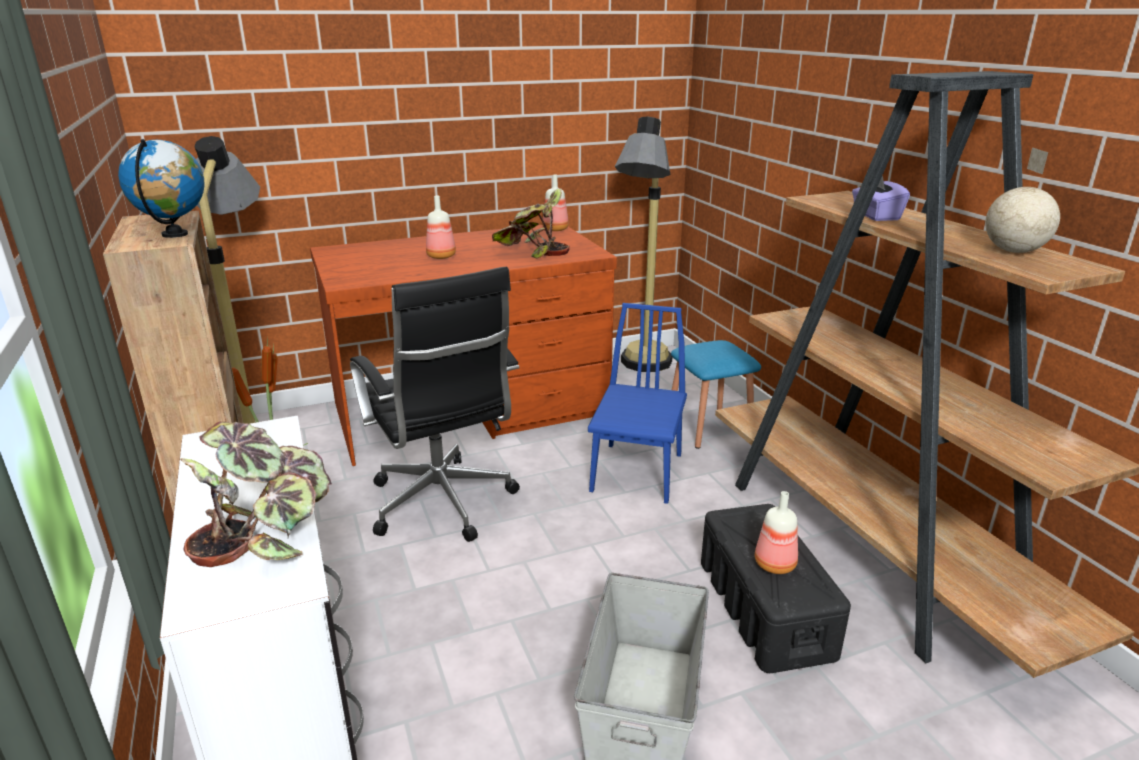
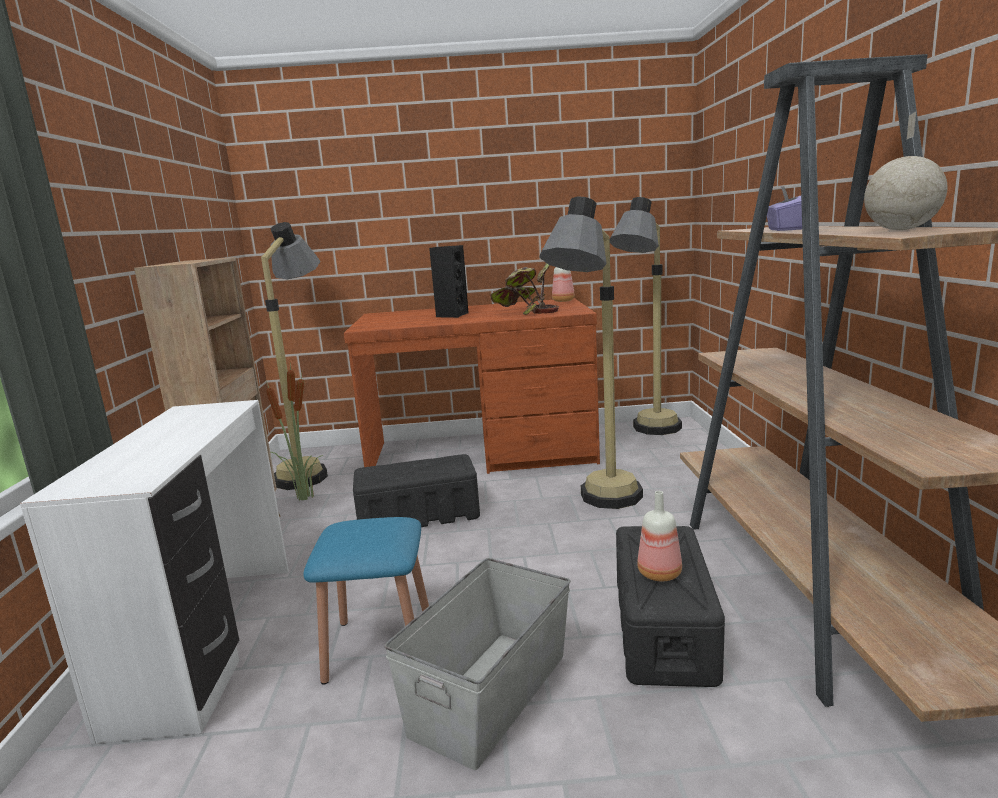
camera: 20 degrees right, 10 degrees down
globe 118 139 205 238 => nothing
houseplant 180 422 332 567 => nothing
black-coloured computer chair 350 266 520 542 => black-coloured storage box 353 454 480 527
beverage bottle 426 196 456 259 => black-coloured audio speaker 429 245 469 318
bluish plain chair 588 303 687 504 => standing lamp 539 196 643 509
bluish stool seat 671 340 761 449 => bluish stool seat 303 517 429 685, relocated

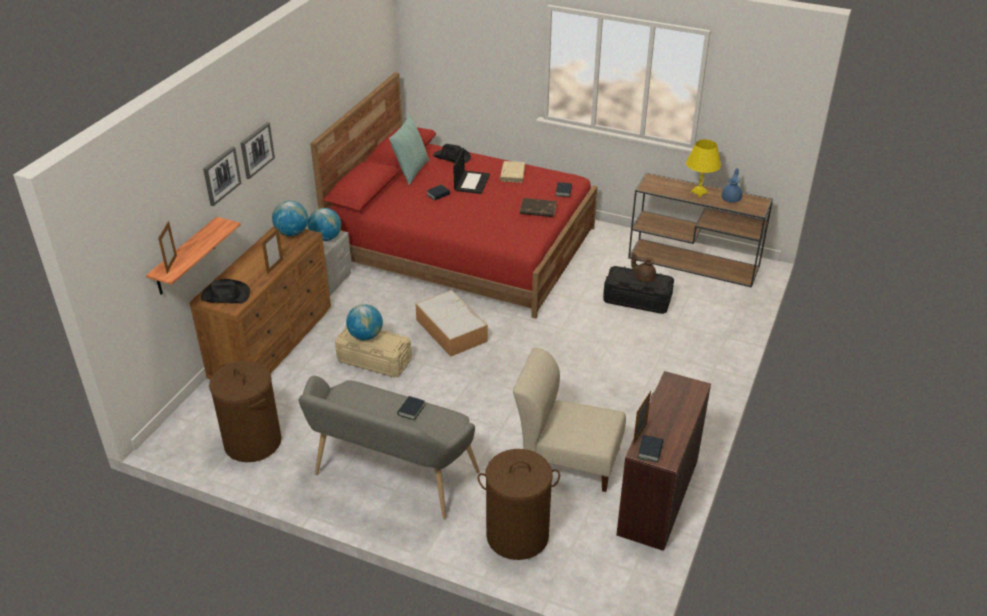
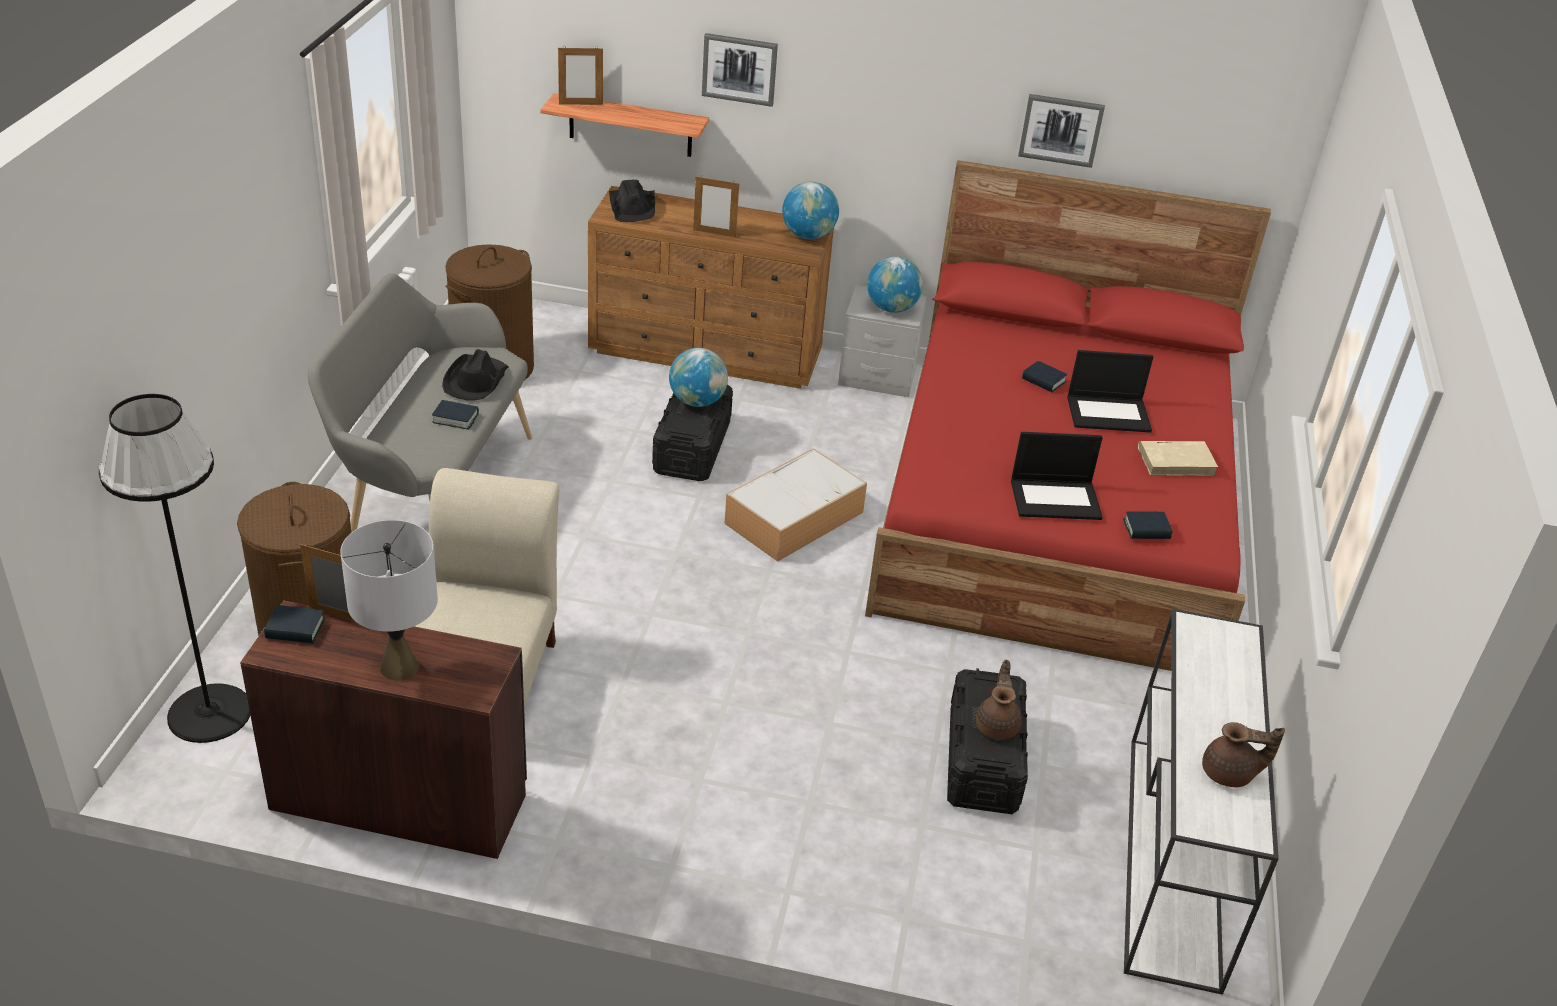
camera: 75 degrees right, 0 degrees up
picture 240 122 275 179 => picture 1018 94 1105 168, relocated
beige-coloured storage box 335 326 412 378 => black-coloured storage box 652 385 733 481
cushion 389 114 429 185 => nothing
black-coloured wearable hat 433 144 471 163 => black-coloured wearable hat 442 349 509 401, relocated
brown-coloured book 520 198 557 217 => portable computer 1011 432 1103 520
brown-coloured hall table 628 172 773 288 => white hall table 1124 609 1279 995
yellow lamp for a table 686 139 721 197 => nothing
bluish pot for tea 722 168 742 203 => brown-coloured pot for tea 1202 722 1285 787
nothing => black-coloured standing lamp 99 394 250 743
nothing => gray lamp for a table 340 520 438 681

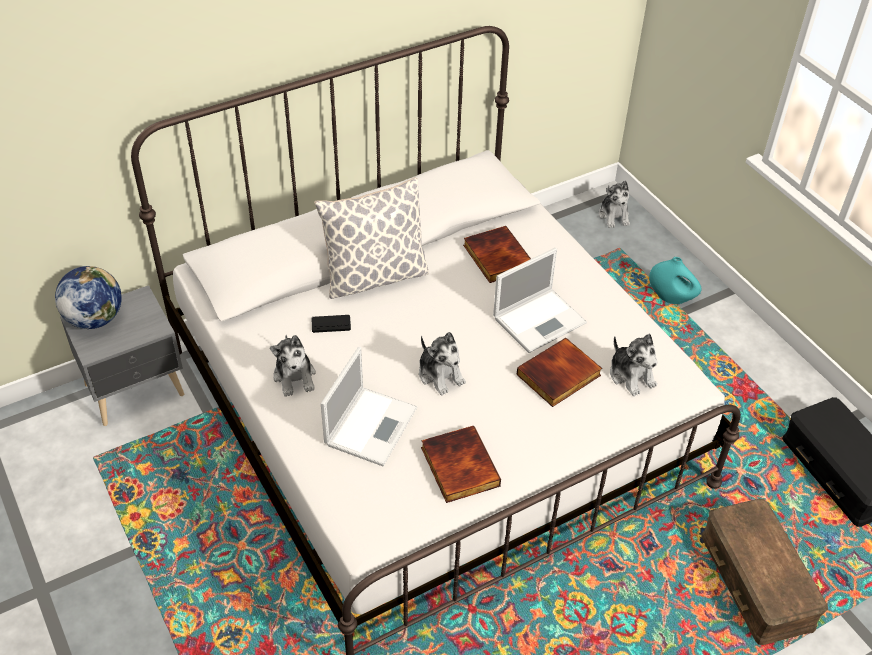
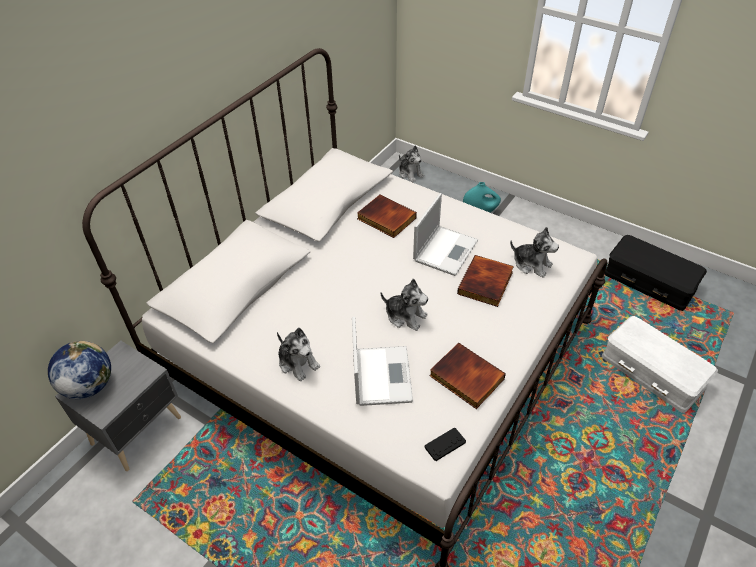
camera: 25 degrees left, 0 degrees up
black-coloured game controller 312 315 351 333 => black-coloured game controller 425 428 466 461, relocated
cushion 314 177 429 299 => nothing
brown-coloured storage box 701 499 828 645 => white storage box 602 316 718 413

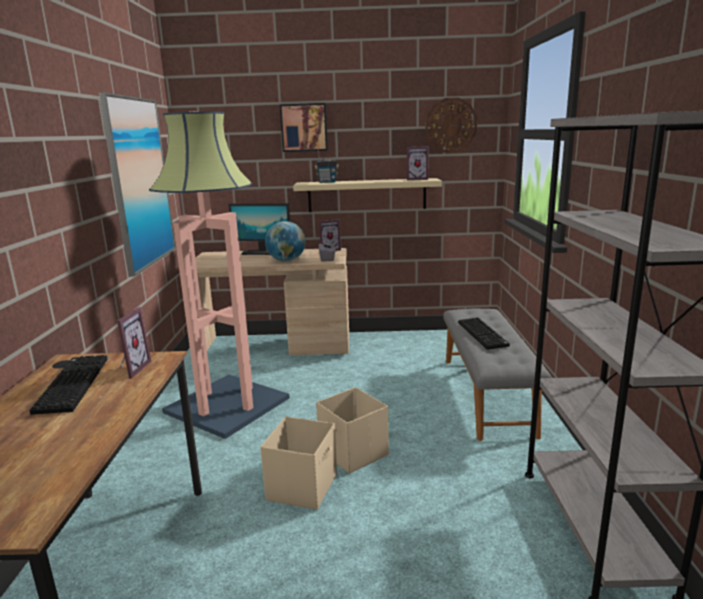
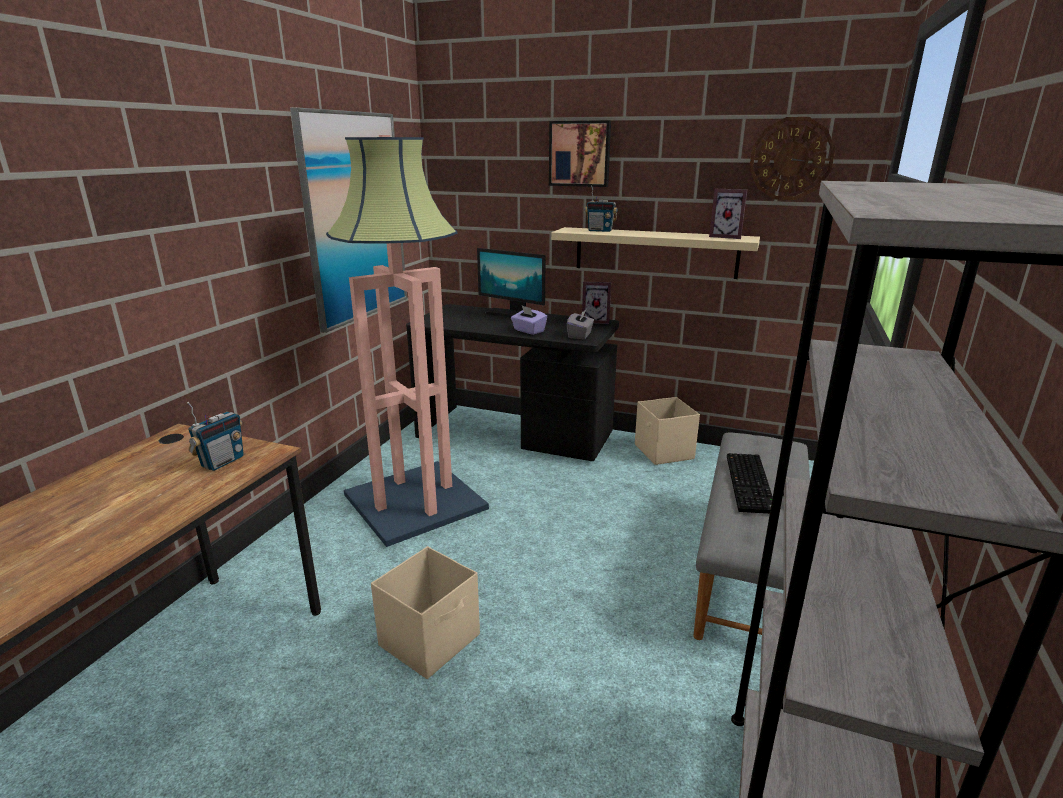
camera: 20 degrees right, 5 degrees up
PC keyboard 30 355 108 415 => nothing
standing frame 117 307 151 378 => radio receiver 187 402 244 471
beige-coloured desk table 195 248 349 355 => black-coloured desk table 406 304 619 461
globe 265 221 305 262 => purple-coloured tissue box 511 306 547 335
beige-coloured storage box 316 387 389 474 => beige-coloured storage box 635 397 700 465, relocated

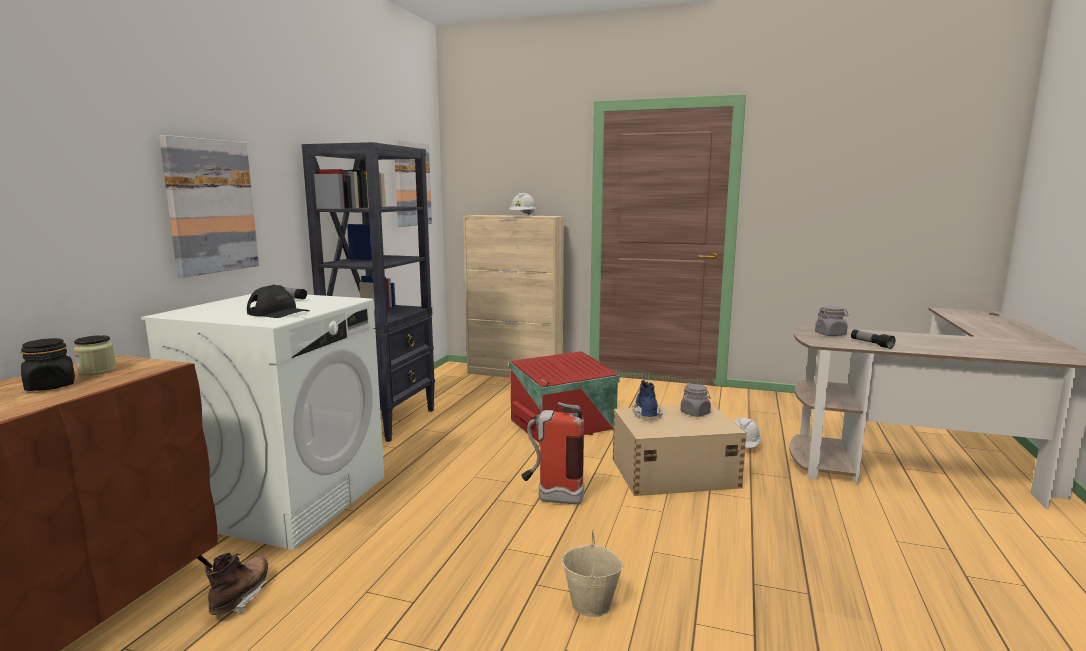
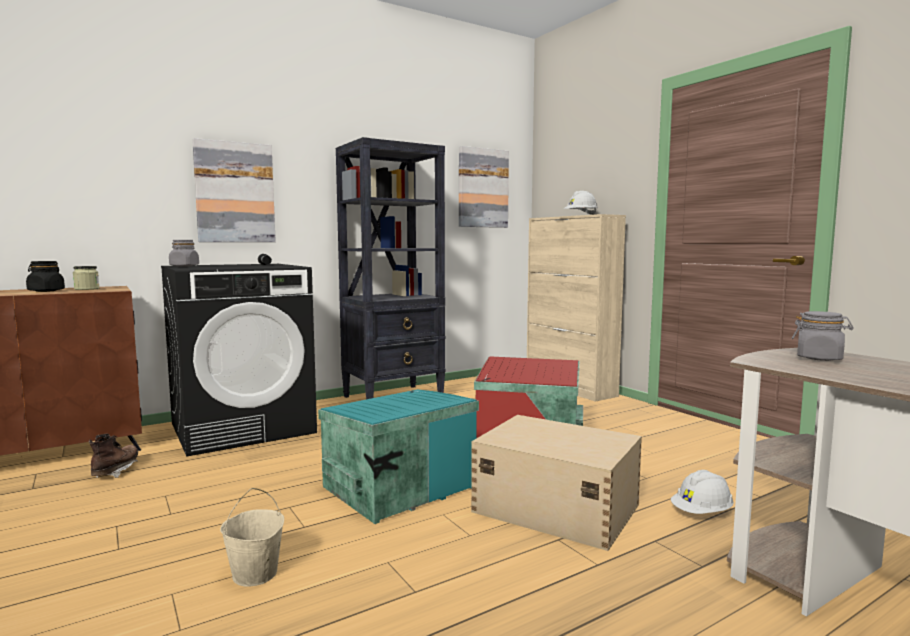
camera: 40 degrees right, 5 degrees down
white laundry machine 141 294 384 550 => black-coloured laundry machine 161 264 317 457
brown-coloured high-top boot 204 553 268 615 => brown-coloured high-top boot 89 434 138 478, 45 degrees counterclockwise
black-coloured baseball cap 247 286 310 318 => nothing
extinguisher 521 402 584 505 => turquoise-coloured storage box 318 389 479 524
bluish high-top boot 632 380 662 419 => nothing
gray storage jar 681 384 711 417 => gray storage jar 169 240 199 267, relocated
flashlight 851 329 896 349 => nothing

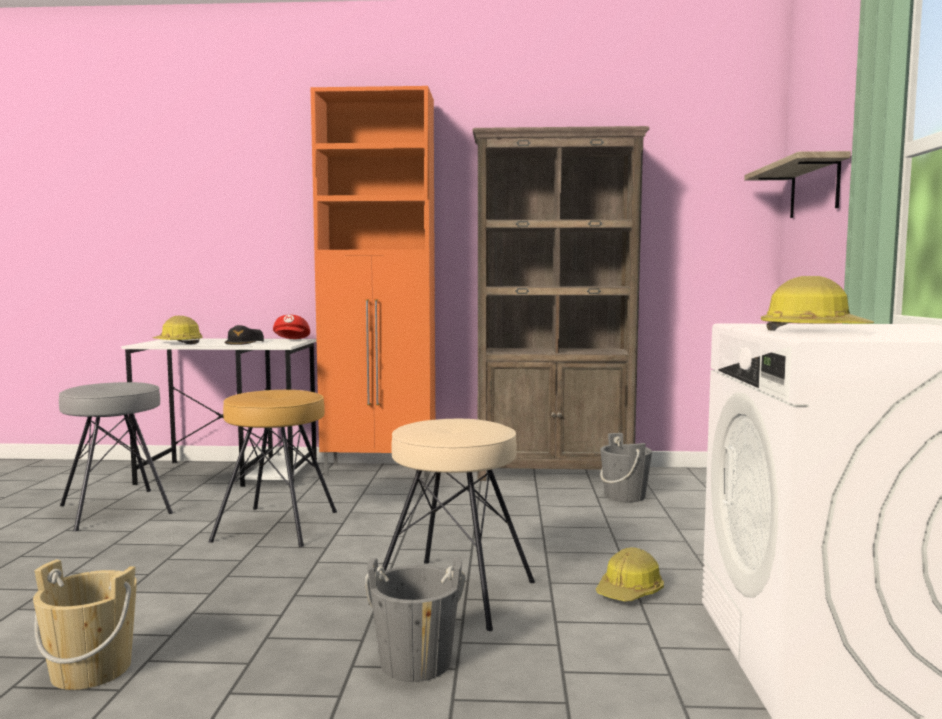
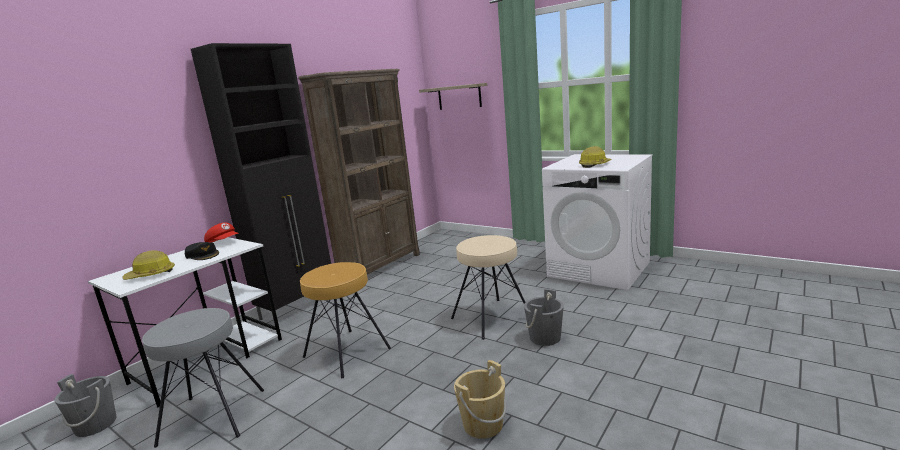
camera: 55 degrees left, 10 degrees up
orange-coloured cabinet 310 86 435 478 => black-coloured cabinet 191 43 331 320
safety helmet 596 547 664 602 => nothing
gray water bucket 600 433 652 502 => gray water bucket 54 374 116 437, relocated

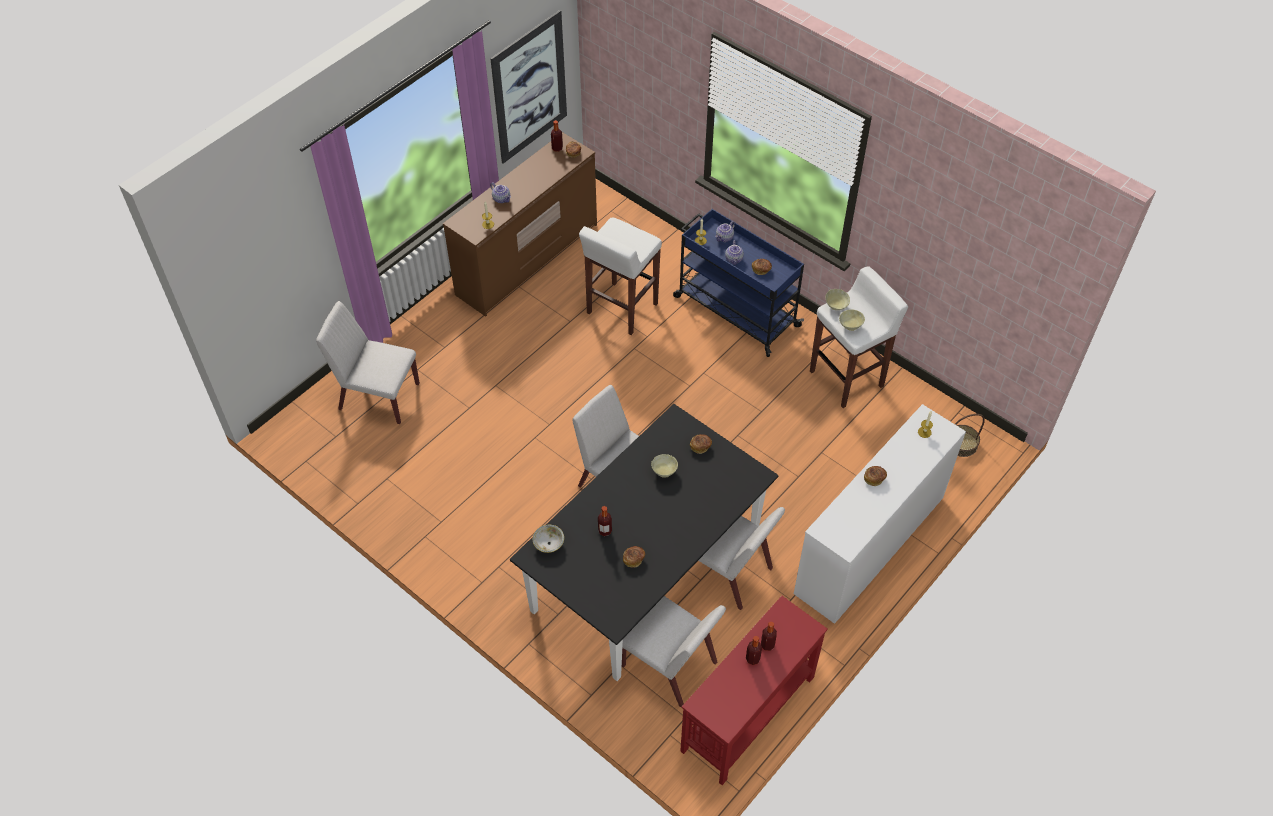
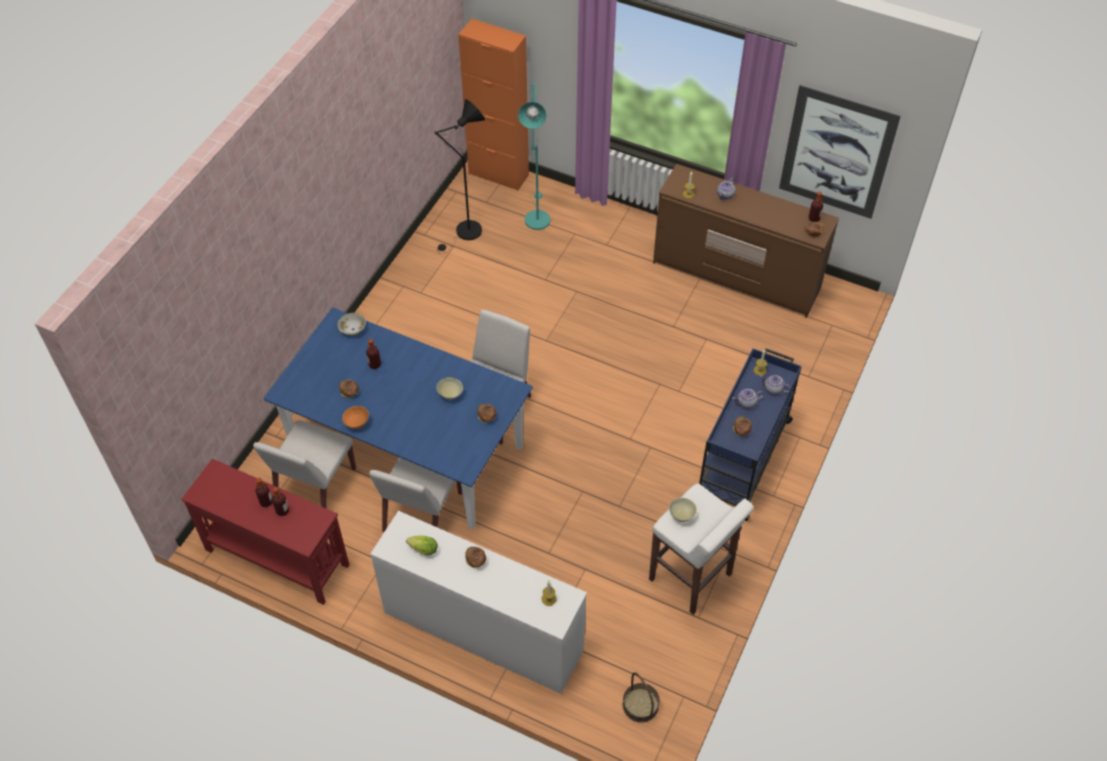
camera: 75 degrees right, 0 degrees up
white plain chair 316 301 420 424 => turquoise-coloured standing lamp 518 84 551 230
black-coloured dinner table 510 404 778 681 => bluish dinner table 264 308 533 530
white stool seat 579 217 662 335 => nothing
beige-coloured serving bowl 825 289 850 310 => nothing
nothing => orange-coloured serving bowl 342 406 369 429
nothing => head of lettuce 406 536 438 555
nothing => black-coloured standing lamp 434 99 485 254
nothing => orange-coloured cabinet 458 18 529 191

